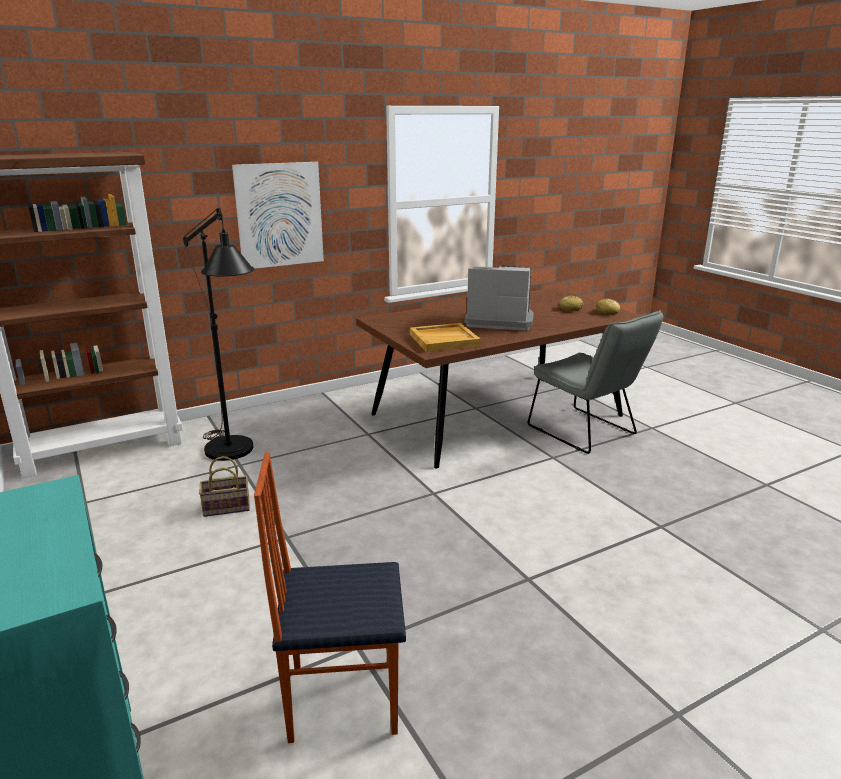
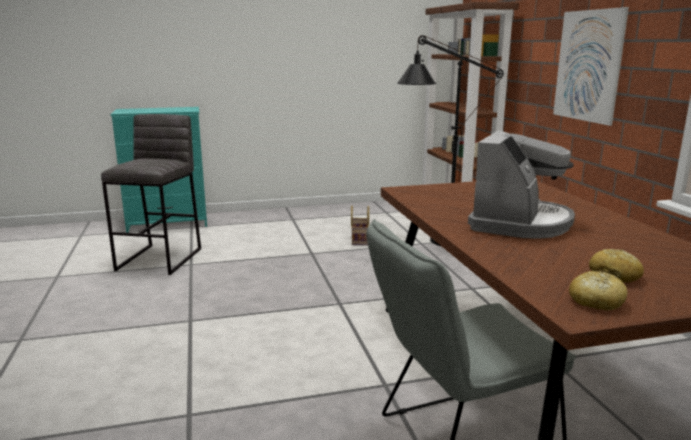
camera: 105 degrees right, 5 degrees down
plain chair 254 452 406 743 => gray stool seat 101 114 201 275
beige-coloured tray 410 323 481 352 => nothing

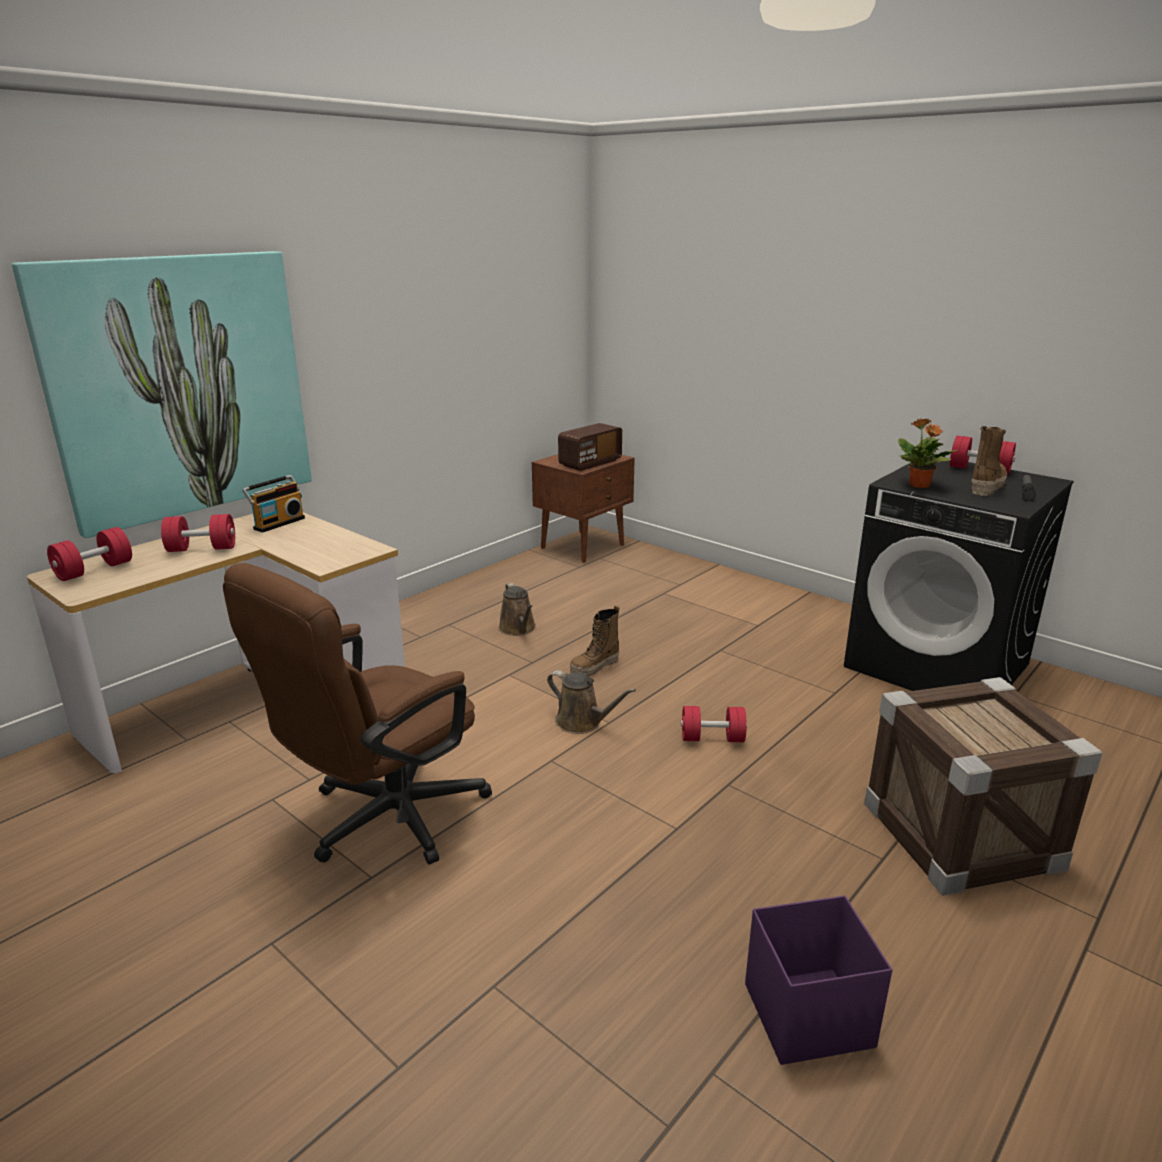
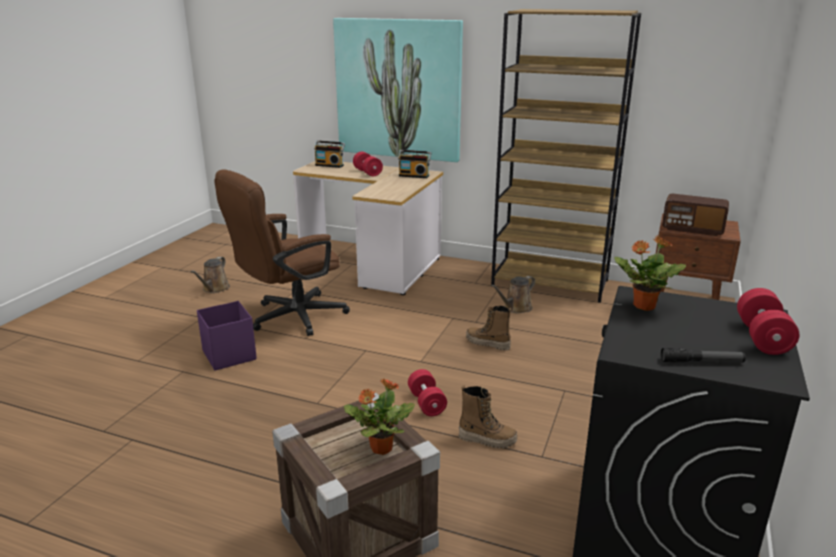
camera: 70 degrees right, 0 degrees up
reddish dumbbell 47 527 132 581 => radio receiver 314 140 345 168
brown-coloured computer chair 223 563 492 865 => brown-coloured computer chair 215 170 350 336, 60 degrees counterclockwise
brown-coloured sprinkling can 547 670 636 734 => brown-coloured sprinkling can 190 257 230 293, relocated
purple-coloured storage box 745 895 892 1065 => purple-coloured storage box 197 301 257 371, relocated
high-top boot 971 426 1007 496 => high-top boot 459 385 517 449, relocated
nothing => houseplant 344 379 415 455
nothing => brown-coloured bookshelf 491 9 641 303

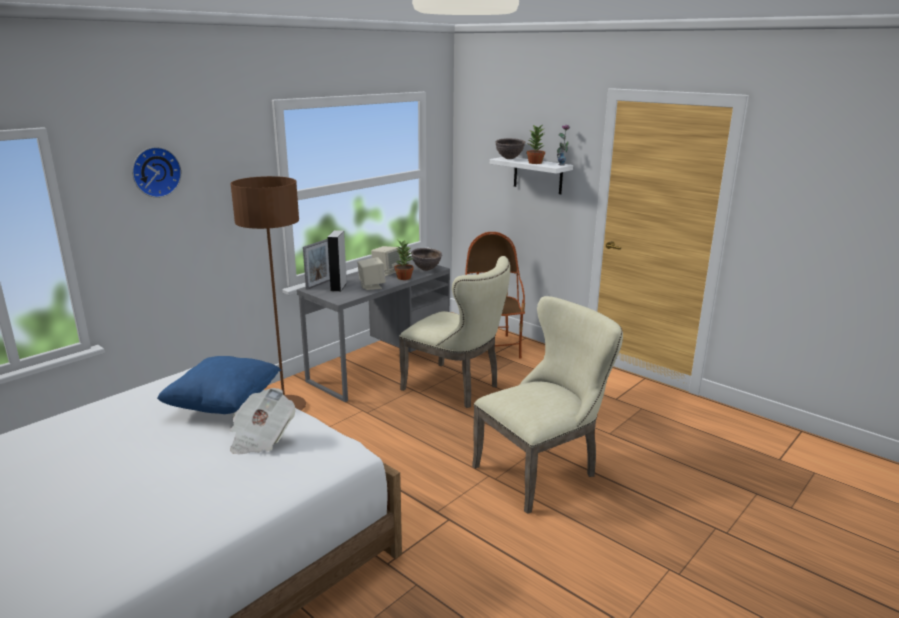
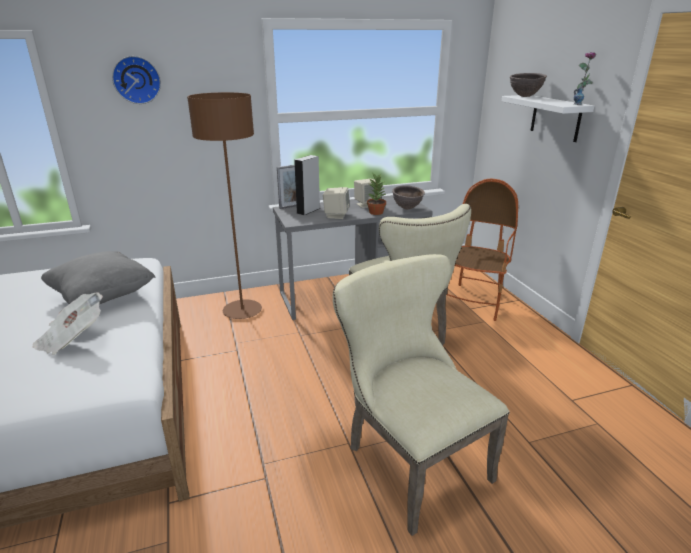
camera: 30 degrees right, 5 degrees up
bluish cushion 157 356 281 414 => gray cushion 41 251 156 304
beige-coloured plain chair 472 296 623 514 => beige-coloured plain chair 333 254 510 536, 120 degrees counterclockwise
houseplant 527 125 545 164 => nothing

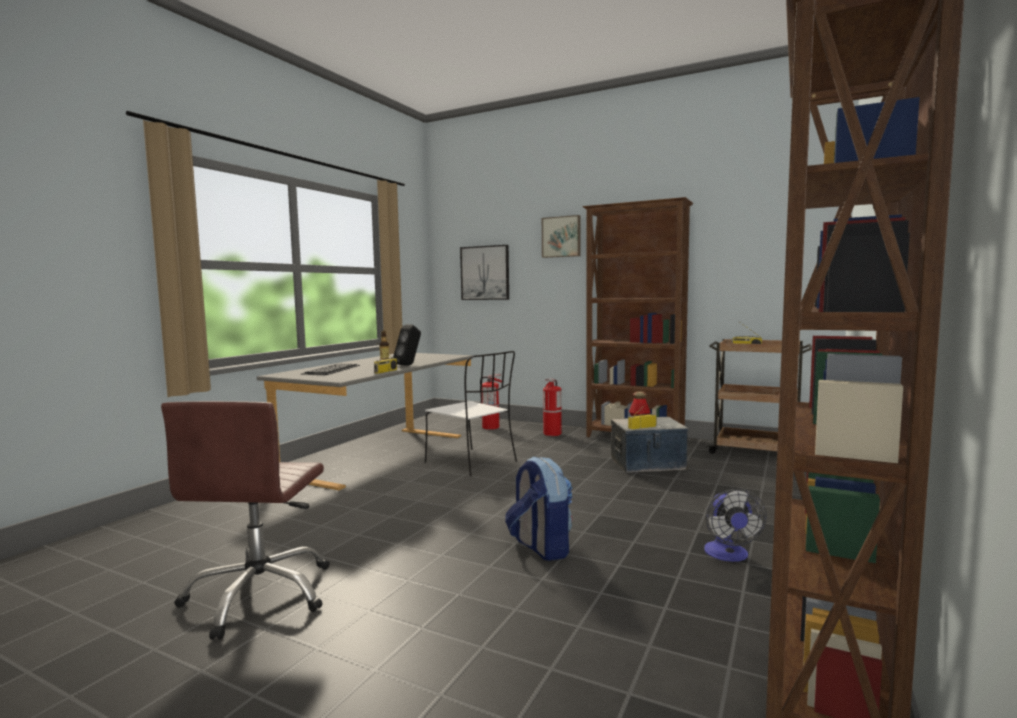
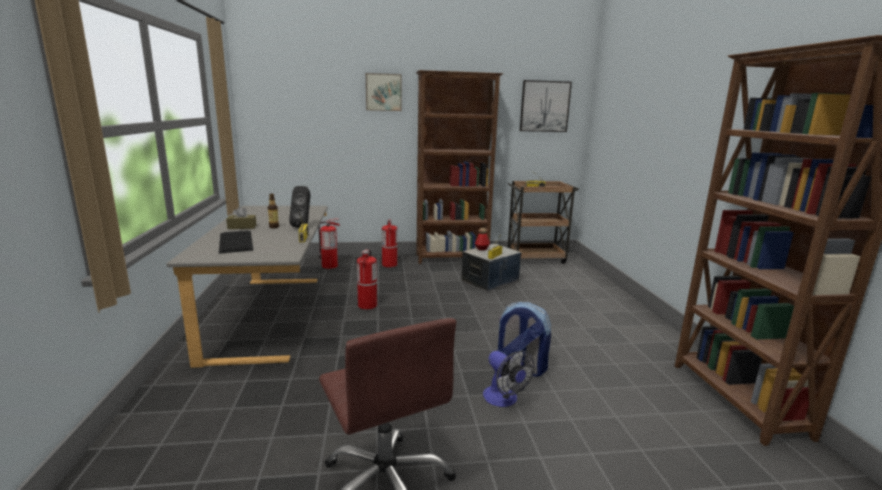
camera: 35 degrees left, 10 degrees up
white plain chair 425 351 517 477 => extinguisher 357 249 377 309
picture 460 245 509 300 => picture 520 80 572 132, relocated
cooling fan 704 489 767 562 => cooling fan 483 351 535 407, relocated
nothing => brown-coloured tissue box 226 206 256 229

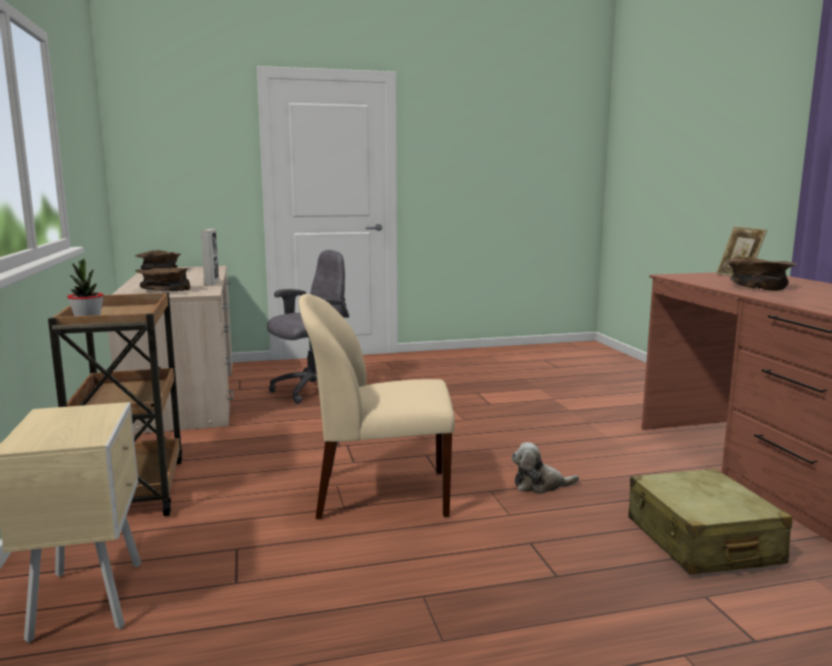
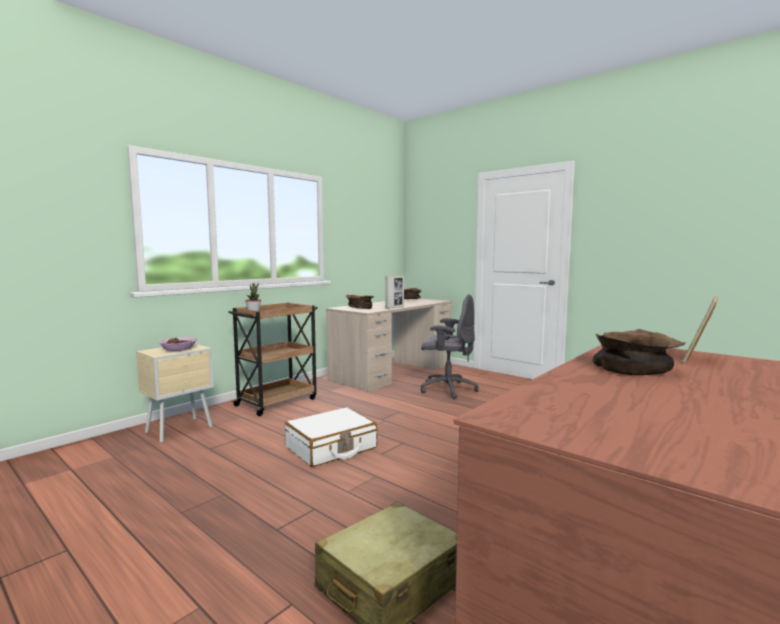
camera: 55 degrees right, 5 degrees down
beige-coloured plain chair 299 294 455 519 => white piece of luggage 285 407 377 467
cuddly toy 512 442 579 494 => nothing
nothing => serving bowl 159 337 197 351

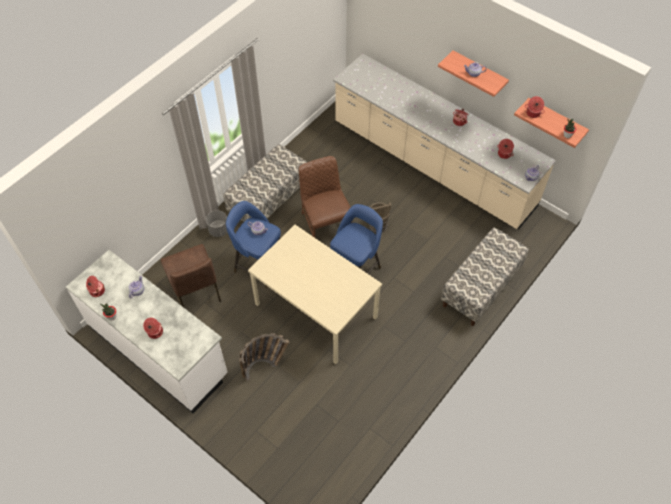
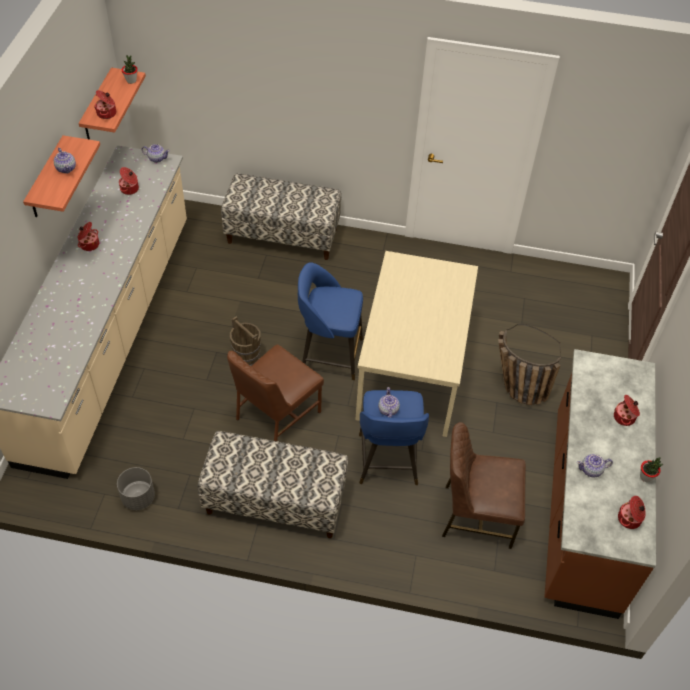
camera: 120 degrees left, 5 degrees down
white kitchen base unit 66 250 228 413 => brown-coloured kitchen base unit 544 349 656 619
brown-coloured plain chair 161 244 221 307 => brown-coloured plain chair 442 422 526 549, 120 degrees counterclockwise
gray planter 206 210 227 237 => gray planter 117 467 155 510, relocated

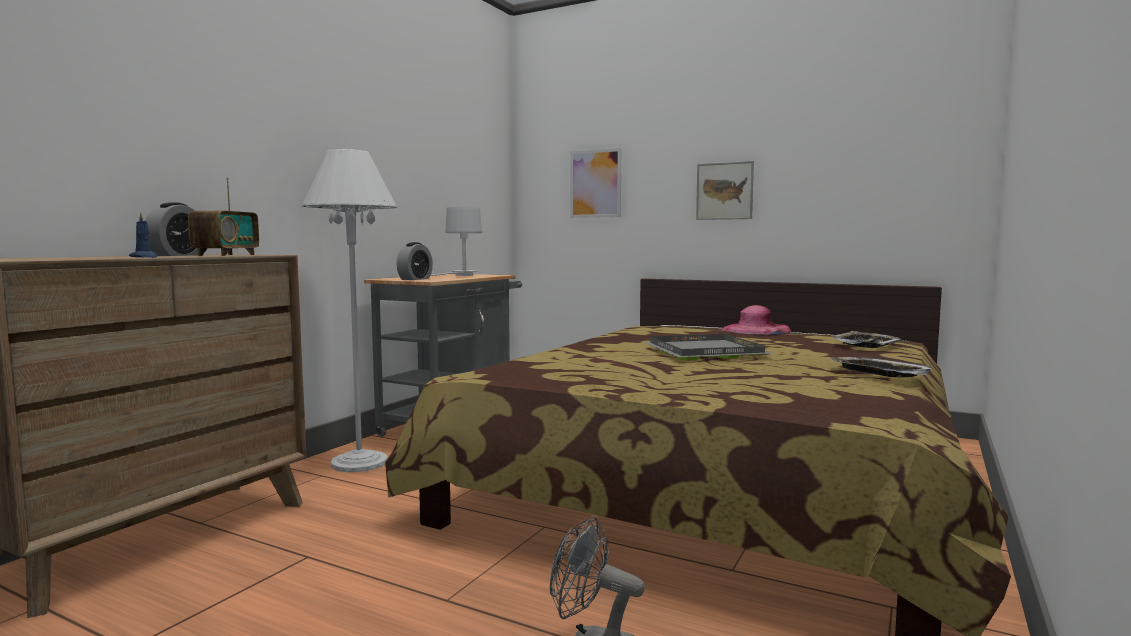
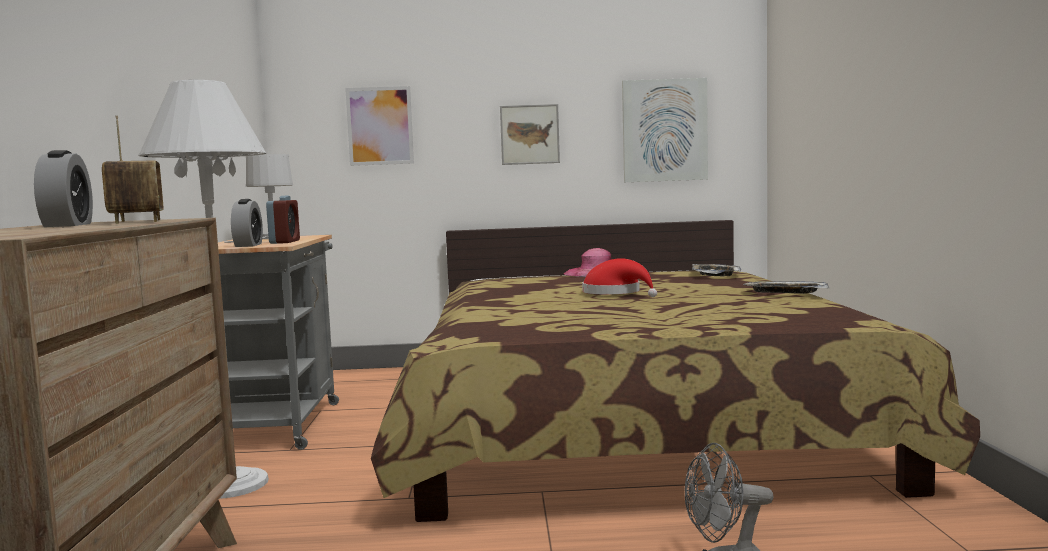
camera: 30 degrees left, 0 degrees up
bluish candle 129 212 158 258 => nothing
gray tray 644 334 773 361 => reddish wearable hat 582 258 657 297
nothing => alarm clock 266 195 300 244
nothing => picture 622 78 708 182

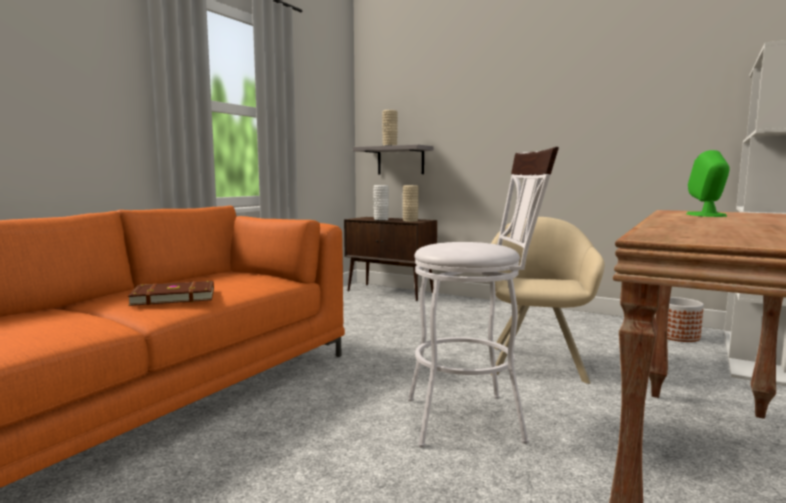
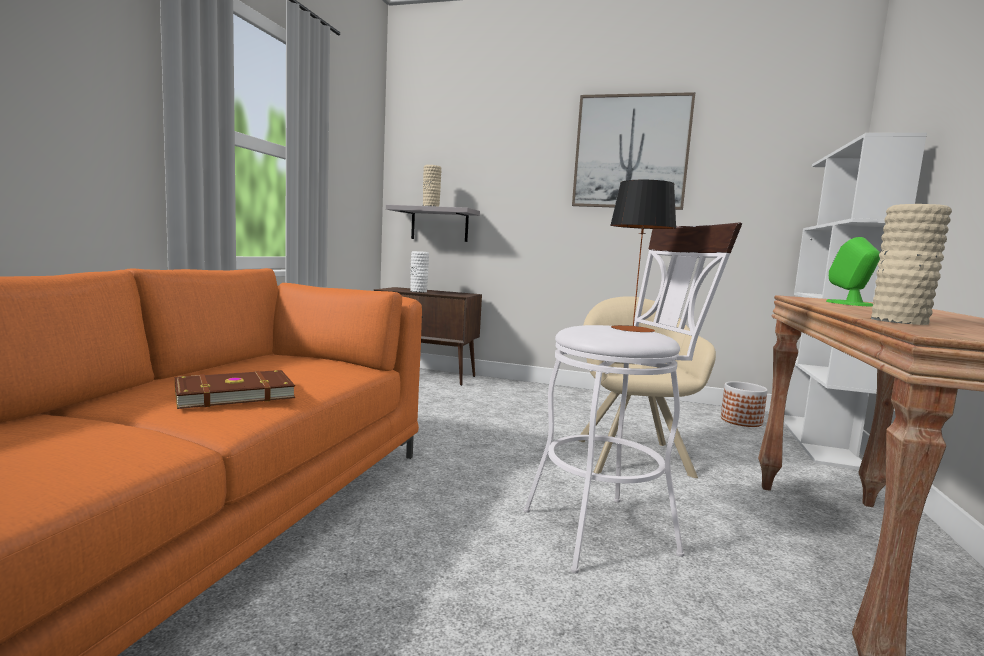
camera: 15 degrees left, 0 degrees up
beige-coloured flower vase 403 185 419 222 => beige-coloured flower vase 871 204 952 325, relocated
nothing => picture 572 92 695 210
nothing => lamp for a table 610 180 677 332

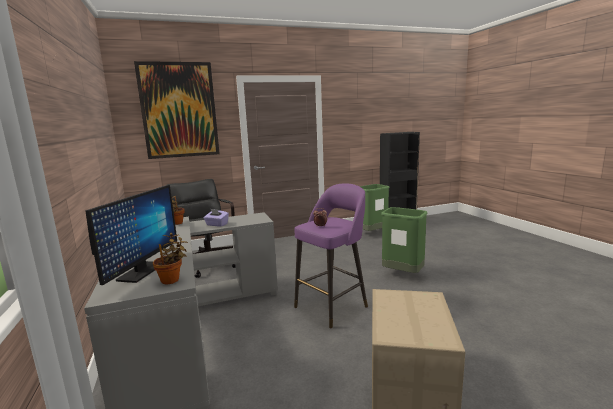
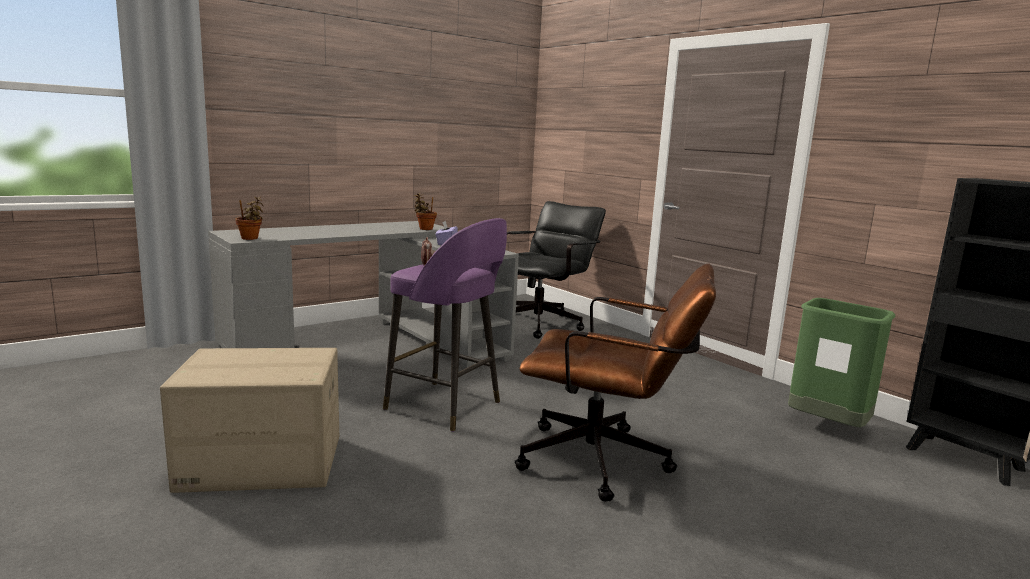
camera: 70 degrees right, 0 degrees up
computer display 85 185 177 285 => nothing
picture 134 61 220 159 => nothing
greenish waste bin 381 207 428 273 => brown-coloured computer chair 515 264 716 502

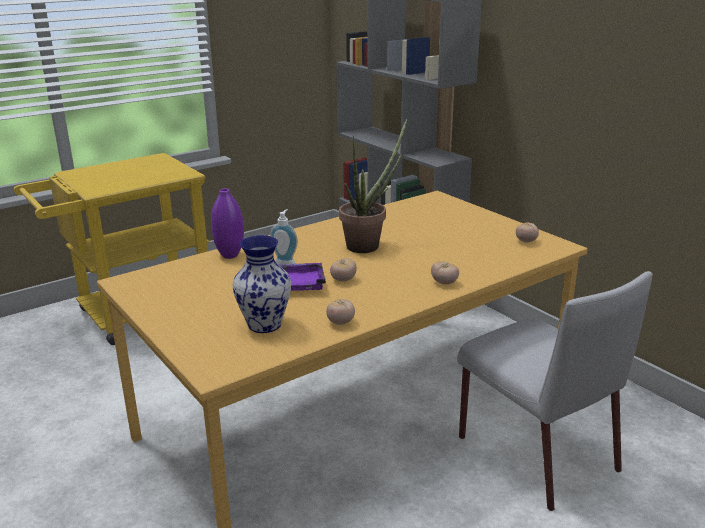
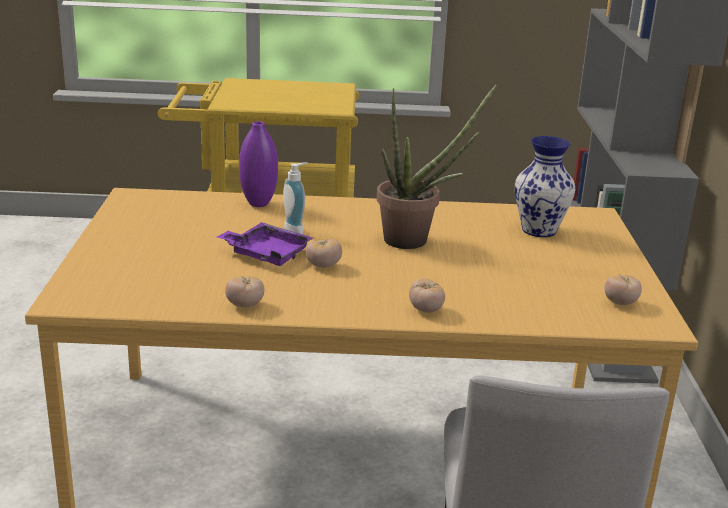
camera: 35 degrees right, 0 degrees up
flower vase 232 235 291 333 => flower vase 515 136 576 237, relocated

